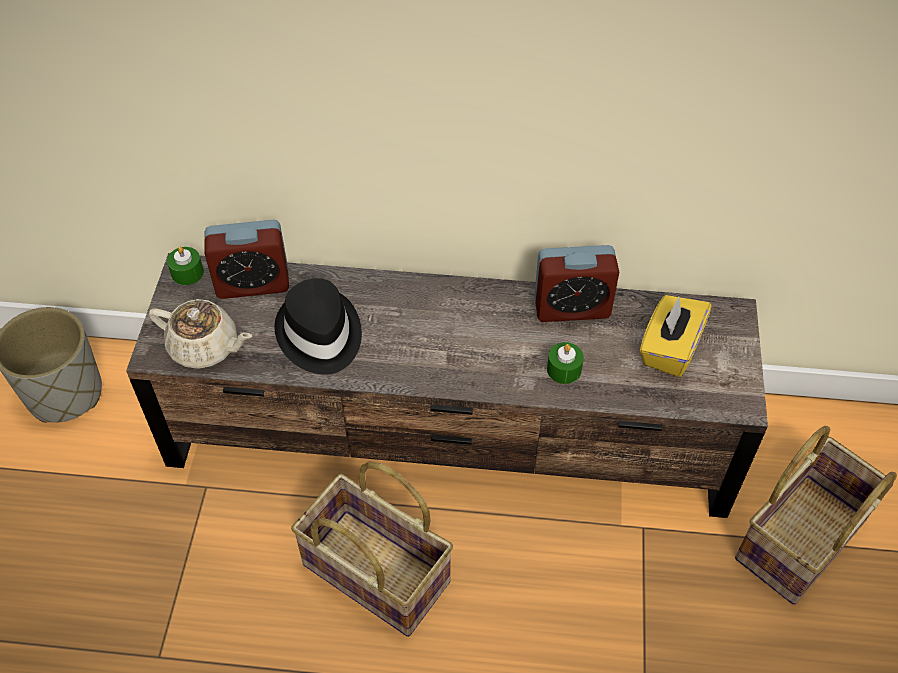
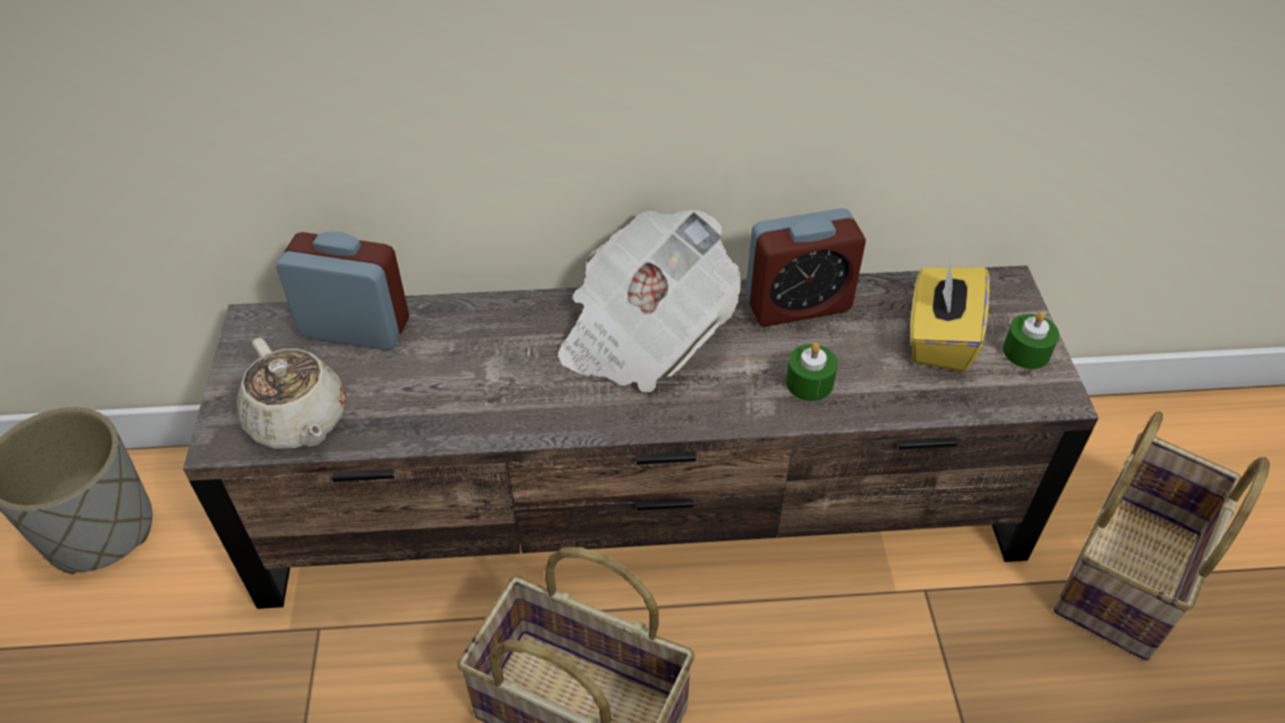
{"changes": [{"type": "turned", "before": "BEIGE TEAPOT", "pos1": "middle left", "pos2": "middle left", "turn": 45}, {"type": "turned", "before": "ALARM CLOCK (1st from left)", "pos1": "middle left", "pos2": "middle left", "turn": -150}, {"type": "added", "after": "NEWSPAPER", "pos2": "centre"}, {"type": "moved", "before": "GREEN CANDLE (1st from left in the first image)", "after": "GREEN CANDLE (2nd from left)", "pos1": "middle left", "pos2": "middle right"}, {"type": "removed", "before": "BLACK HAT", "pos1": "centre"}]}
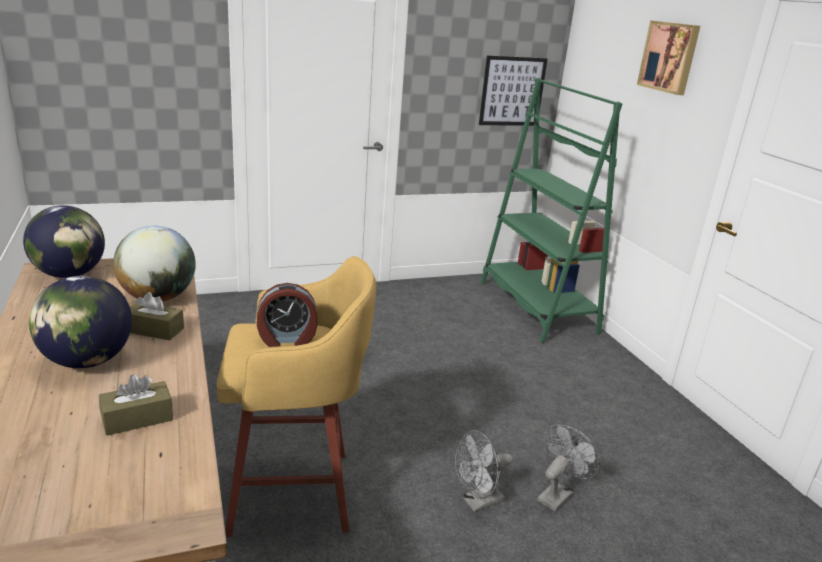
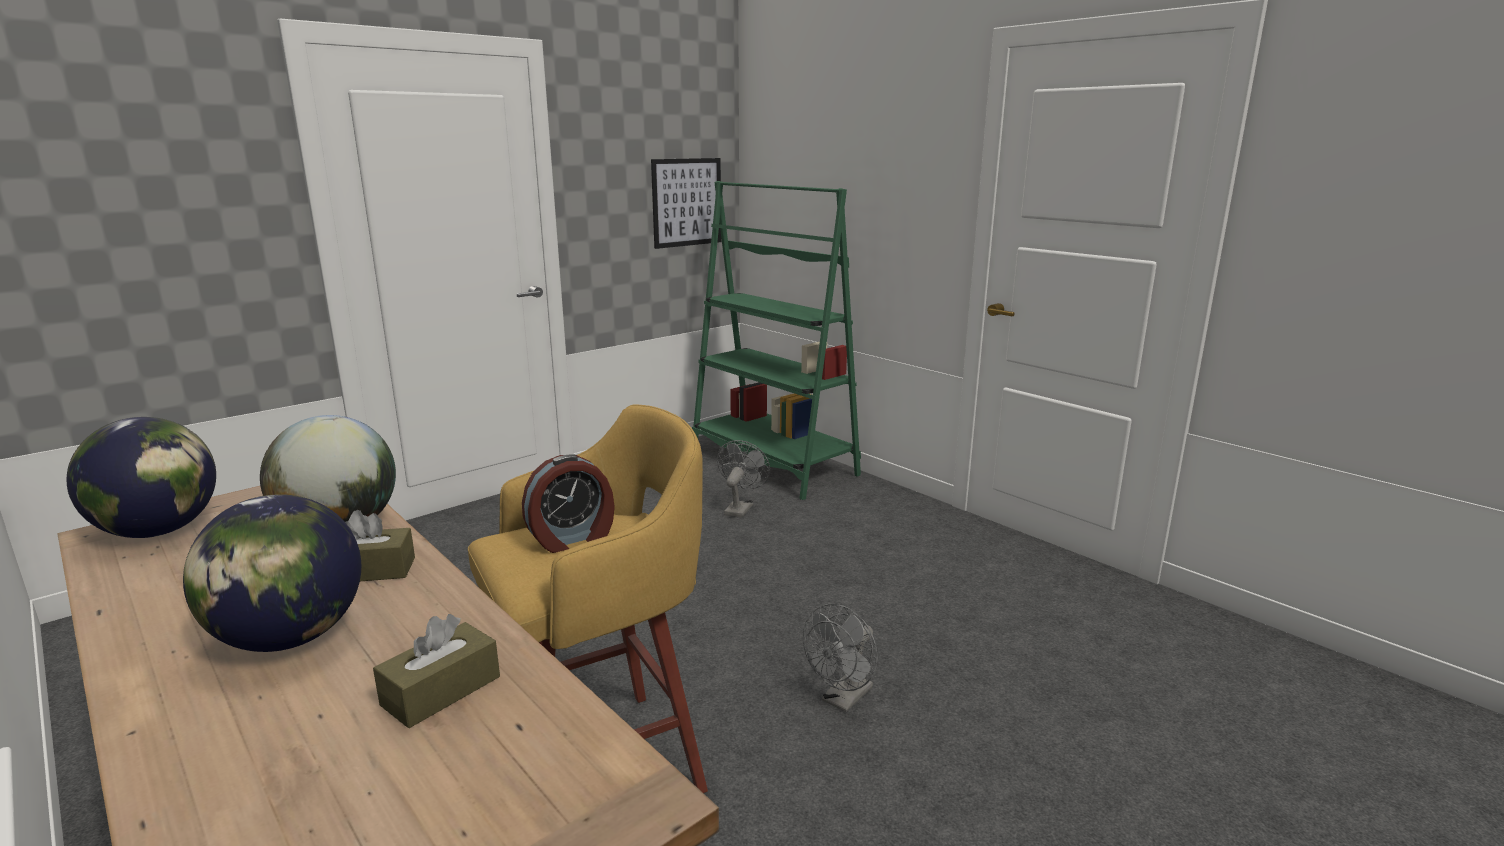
{"changes": [{"type": "moved", "before": "GREY FAN (2nd from left in the first image)", "after": "GREY FAN (1st from left)", "pos1": "bottom right", "pos2": "centre"}, {"type": "removed", "before": "PICTURE (2nd from left)", "pos1": "top right"}]}
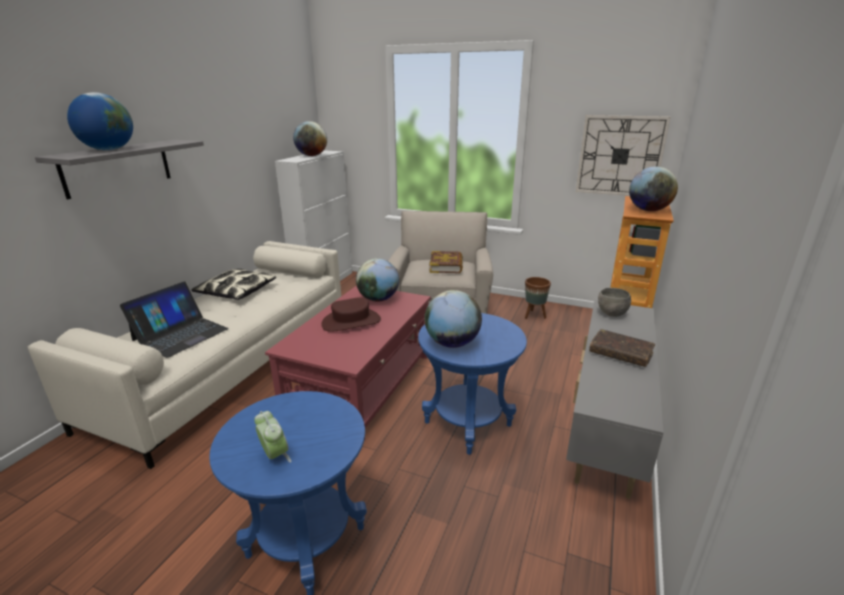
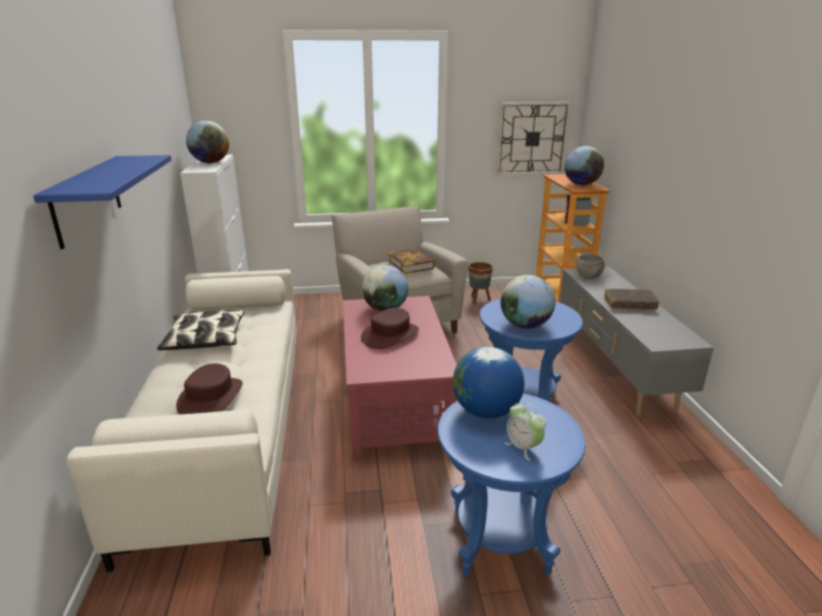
{"changes": [{"type": "recoloured", "before": "GREY SHELF", "after": "BLUE SHELF", "pos1": "top left", "pos2": "top left"}, {"type": "replaced", "before": "LAPTOP", "after": "BROWN HAT (1st from left)", "pos1": "middle left", "pos2": "middle left"}, {"type": "moved", "before": "GLOBE (1st from left in the first image)", "after": "GLOBE (3rd from left)", "pos1": "top left", "pos2": "centre"}, {"type": "turned", "before": "ALARM CLOCK", "pos1": "bottom left", "pos2": "bottom centre", "turn": -150}]}
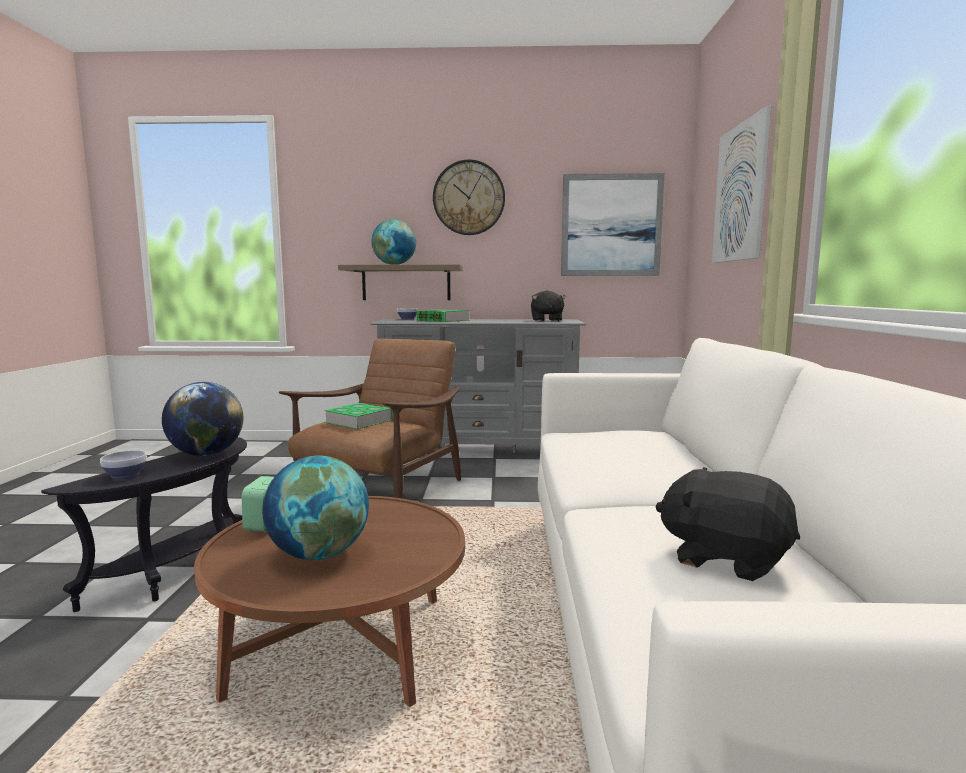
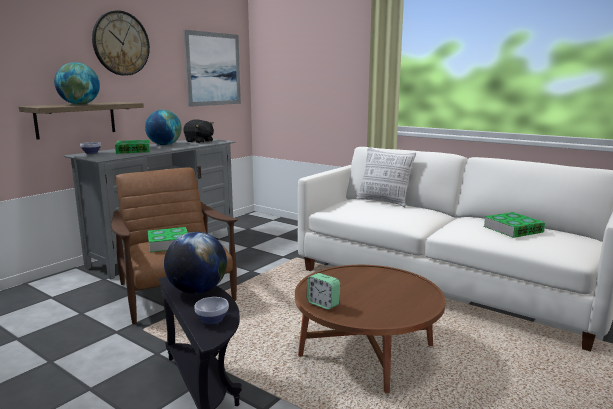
{"changes": [{"type": "moved", "before": "GLOBE (2nd from left)", "pos1": "middle left", "pos2": "top left"}, {"type": "added", "after": "PILLOW", "pos2": "centre"}, {"type": "replaced", "before": "BLACK PLUSH TOY (2nd from left)", "after": "BOOK (3rd from left)", "pos1": "bottom right", "pos2": "middle right"}, {"type": "removed", "before": "PICTURE (2nd from left)", "pos1": "top right"}]}
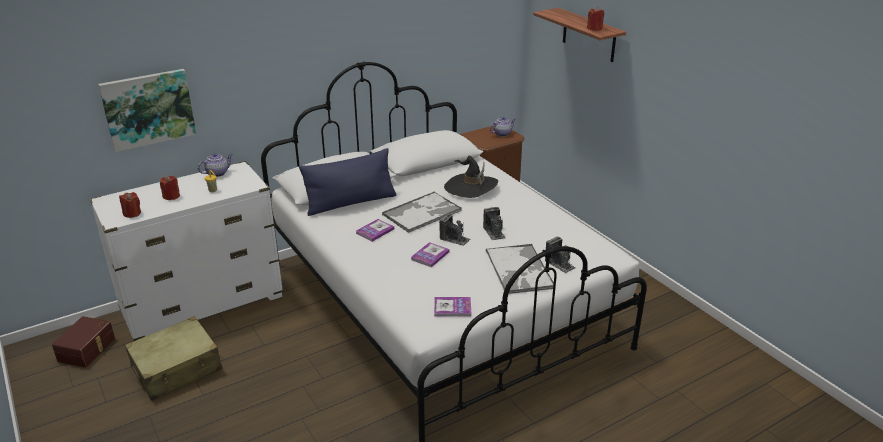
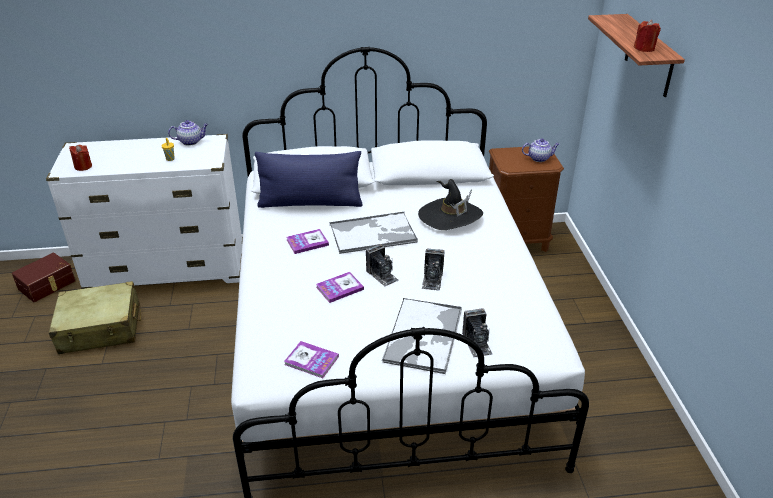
{"changes": [{"type": "removed", "before": "PICTURE", "pos1": "top left"}, {"type": "removed", "before": "RED CANDLE (2nd from left)", "pos1": "middle left"}]}
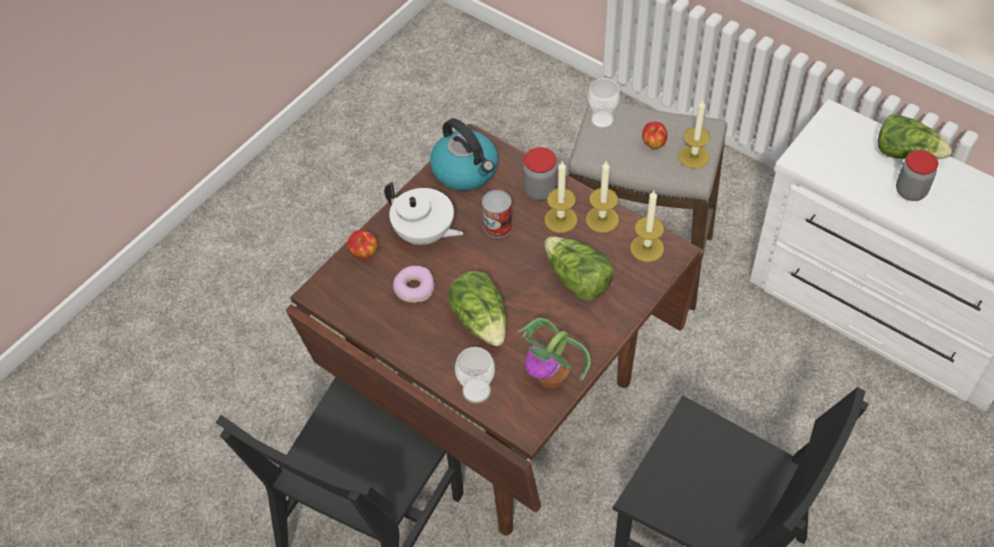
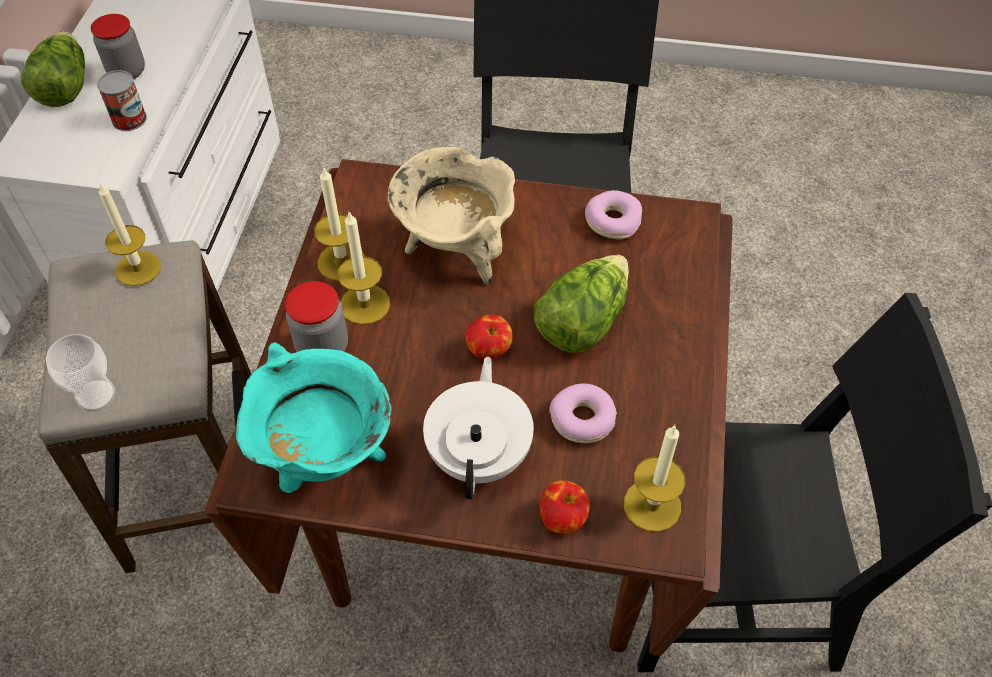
{"changes": [{"type": "moved", "before": "CAN", "pos1": "centre", "pos2": "top left"}, {"type": "replaced", "before": "KETTLE", "after": "TURQUOISE COOKING POT", "pos1": "top centre", "pos2": "middle left"}, {"type": "replaced", "before": "LETTUCE (2nd from left)", "after": "BEIGE COOKING POT", "pos1": "centre", "pos2": "top centre"}, {"type": "moved", "before": "APPLE (2nd from left in the first image)", "after": "APPLE (1st from left)", "pos1": "top centre", "pos2": "centre"}, {"type": "replaced", "before": "POTTED PLANT", "after": "DONUT (2nd from left)", "pos1": "centre", "pos2": "top centre"}, {"type": "moved", "before": "CANDLE (3rd from left in the first image)", "after": "CANDLE (4th from left)", "pos1": "centre", "pos2": "bottom centre"}, {"type": "removed", "before": "CUP (1st from left)", "pos1": "bottom centre"}]}
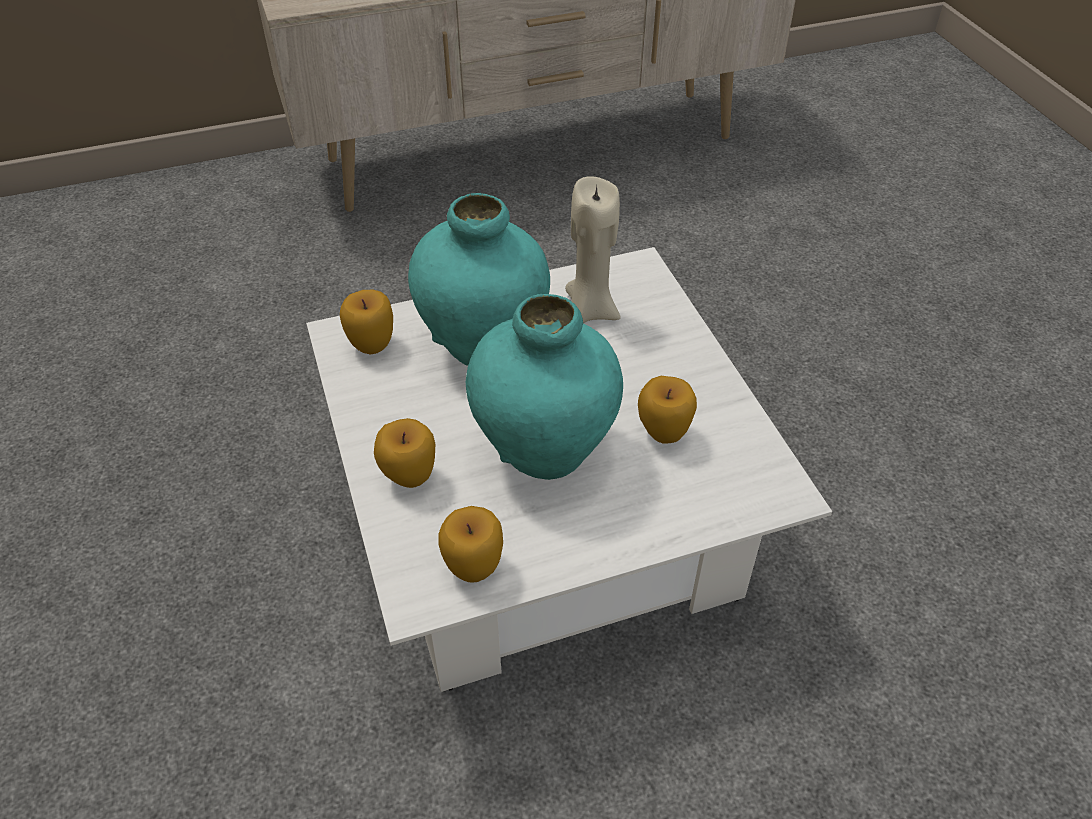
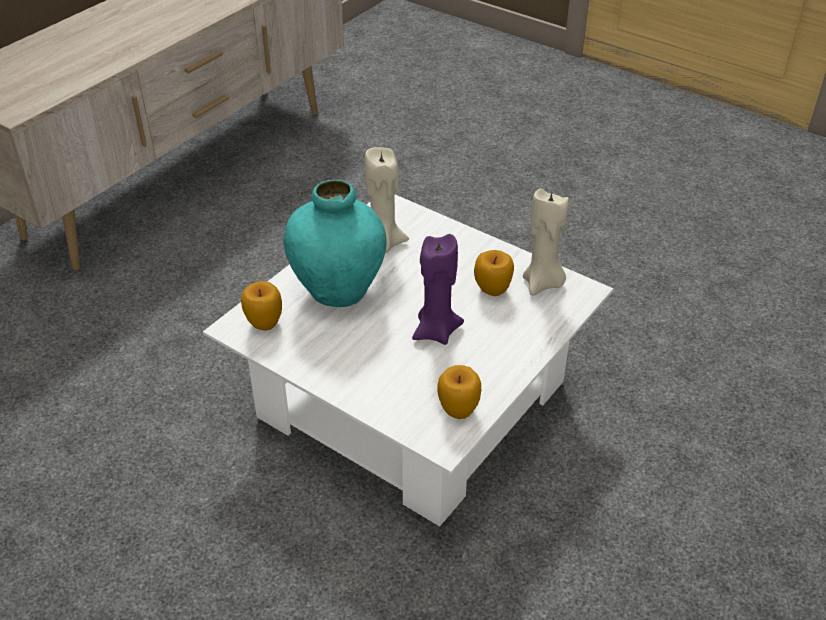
{"changes": [{"type": "replaced", "before": "TURQUOISE VASE (2nd from left)", "after": "PURPLE CANDLE", "pos1": "centre", "pos2": "centre"}, {"type": "added", "after": "BEIGE CANDLE (2nd from left)", "pos2": "centre"}, {"type": "removed", "before": "APPLE (2nd from left)", "pos1": "centre"}]}
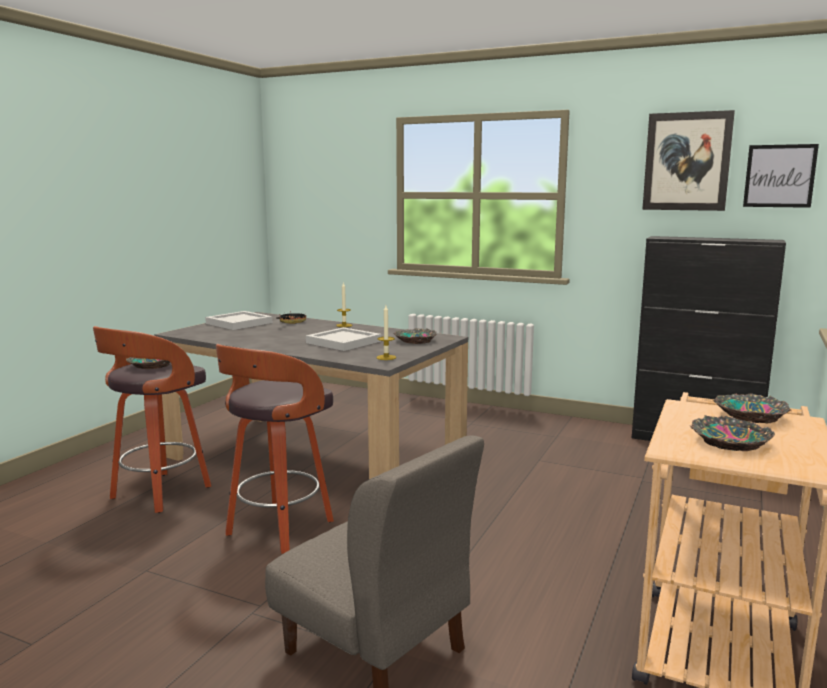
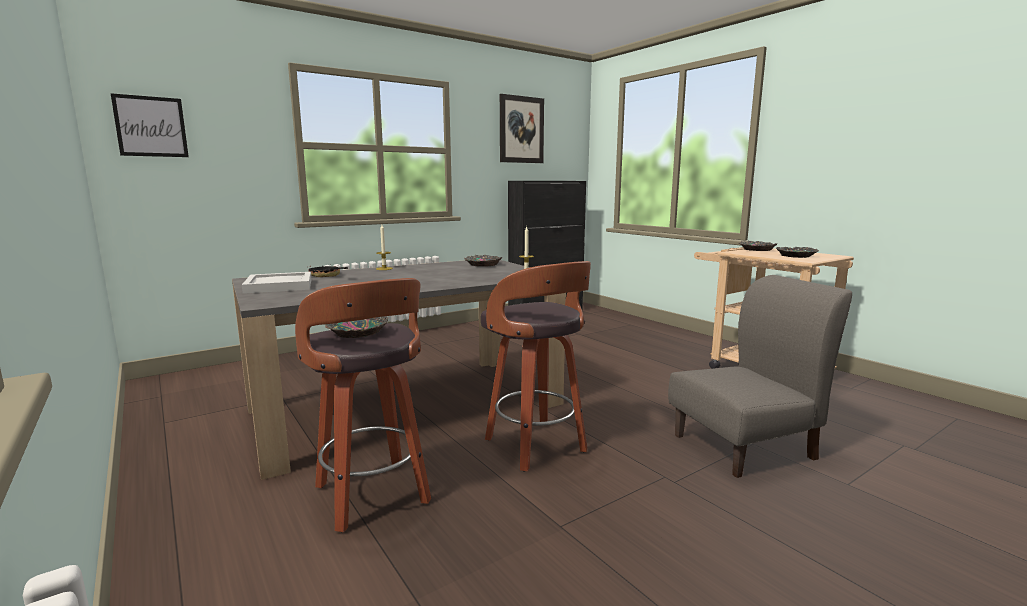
{"changes": [{"type": "moved", "before": "PICTURE (2nd from left in the first image)", "after": "PICTURE (1st from left)", "pos1": "top right", "pos2": "top left"}, {"type": "removed", "before": "WHITE TRAY (2nd from left)", "pos1": "centre"}]}
